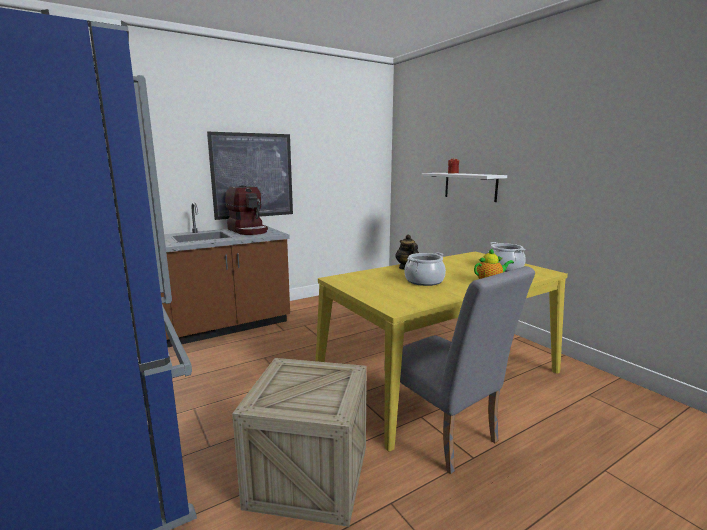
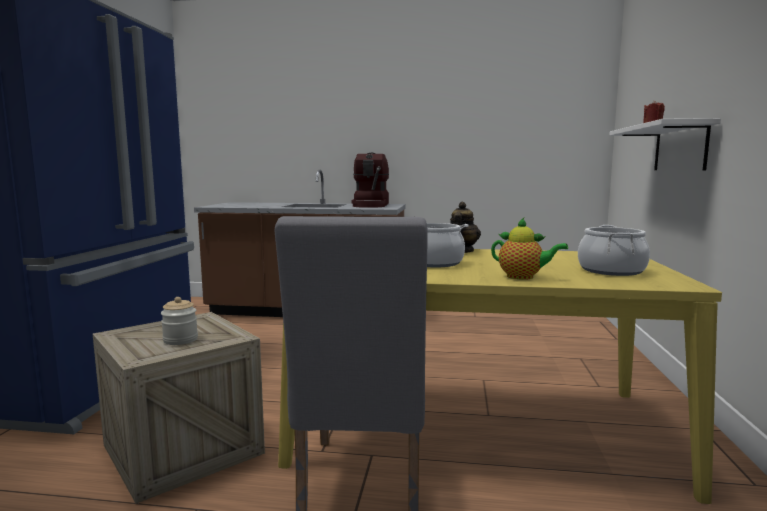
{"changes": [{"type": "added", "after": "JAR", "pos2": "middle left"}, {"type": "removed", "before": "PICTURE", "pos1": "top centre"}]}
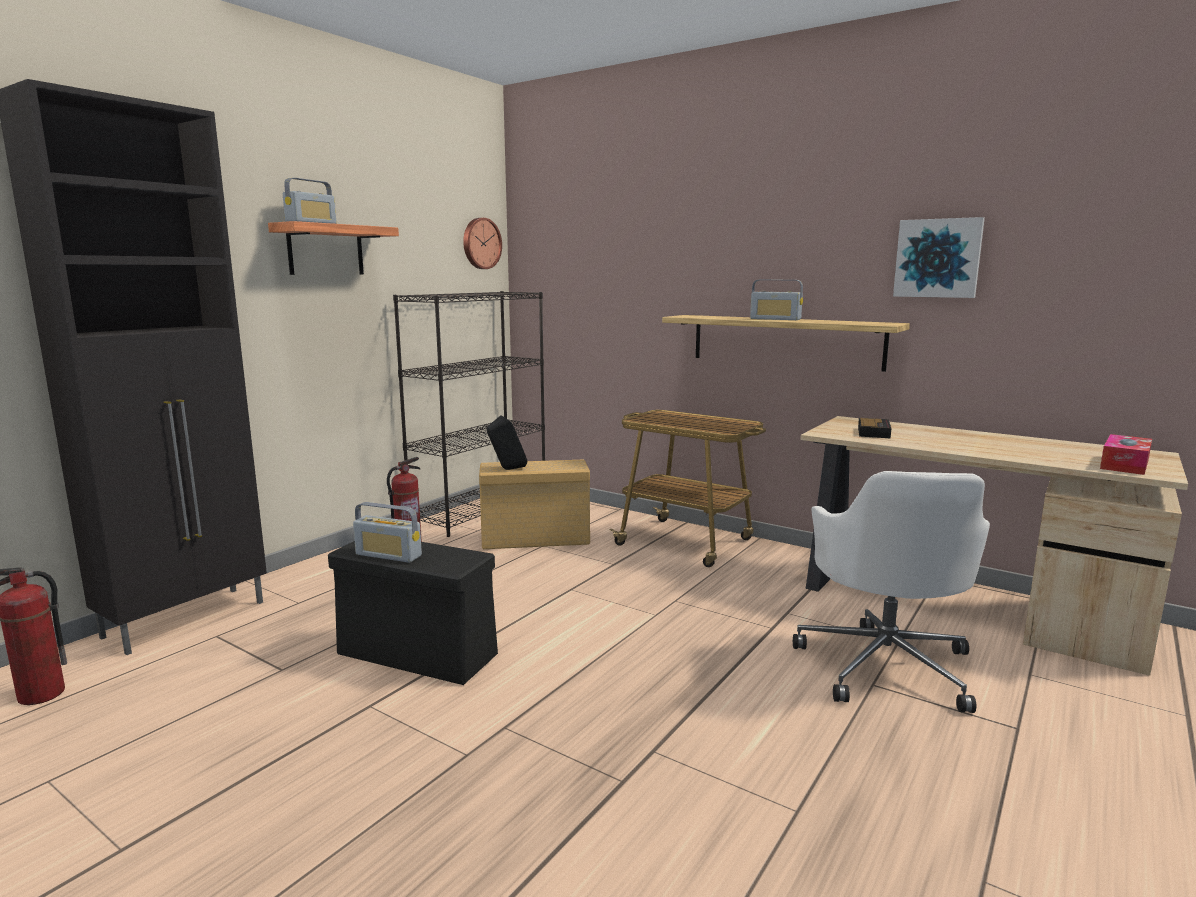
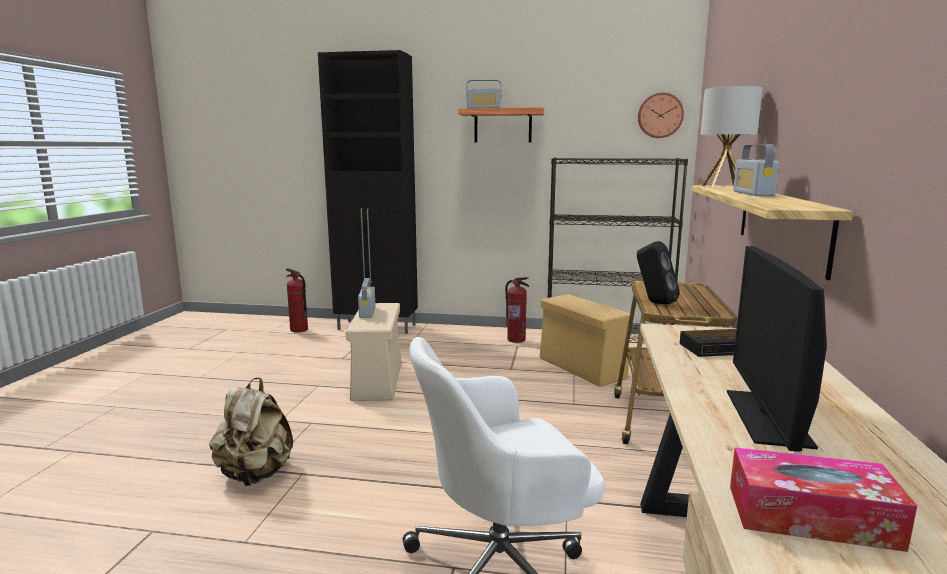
{"changes": [{"type": "added", "after": "BEIGE BACKPACK", "pos2": "bottom left"}, {"type": "recoloured", "before": "BLACK STORAGE BOX", "after": "BEIGE STORAGE BOX (1st from left)", "pos1": "bottom centre", "pos2": "centre"}, {"type": "moved", "before": "BLACK SPEAKER", "pos1": "centre", "pos2": "middle right"}, {"type": "added", "after": "TABLE LAMP", "pos2": "top right"}, {"type": "added", "after": "MONITOR", "pos2": "middle right"}, {"type": "removed", "before": "PICTURE", "pos1": "top right"}]}
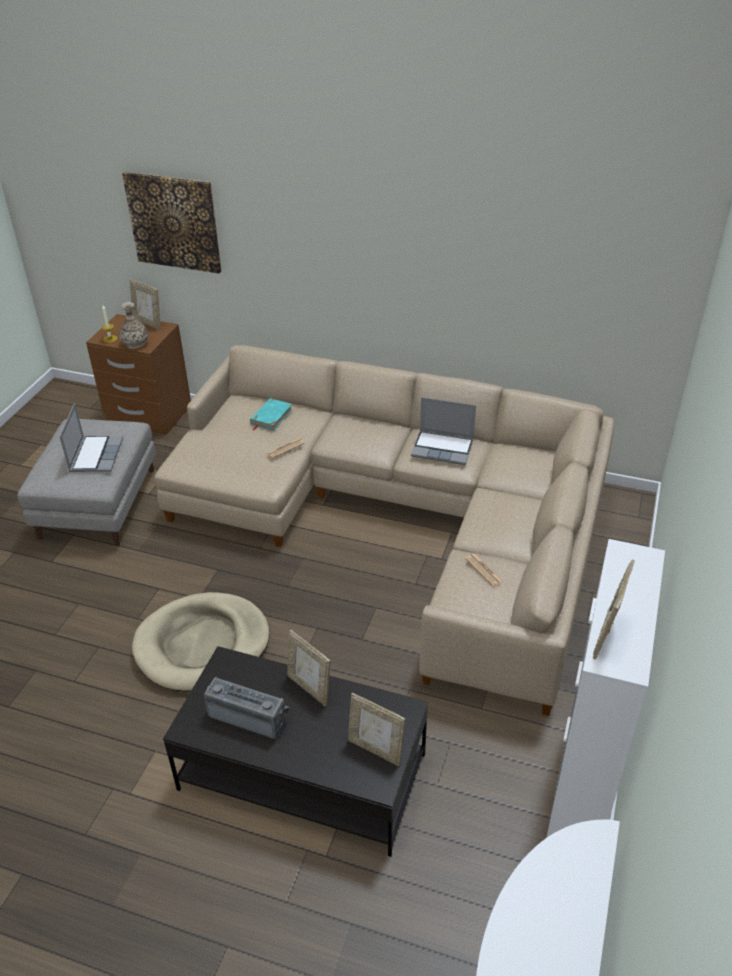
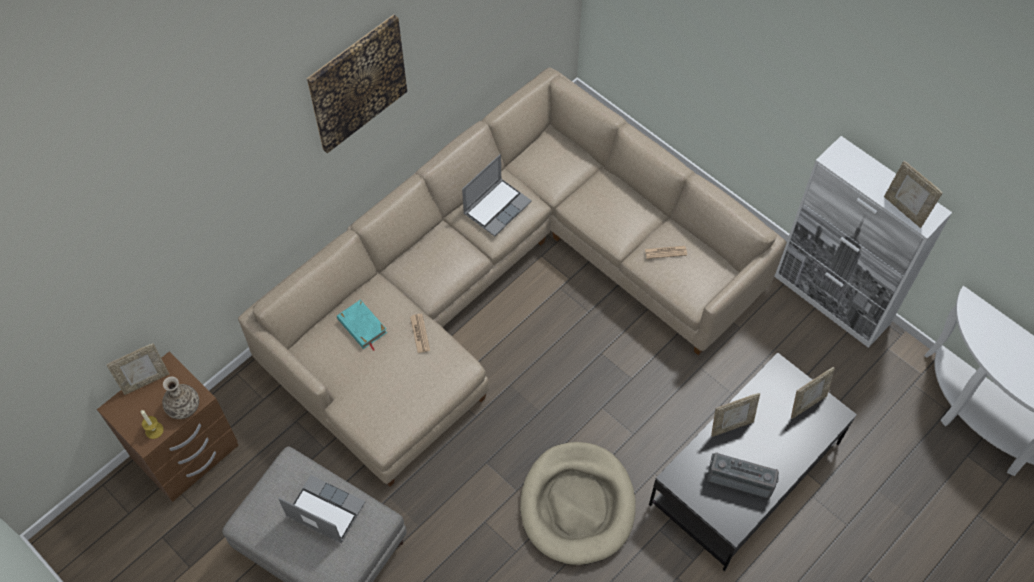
{"changes": [{"type": "moved", "before": "PICTURE", "pos1": "top left", "pos2": "top centre"}, {"type": "turned", "before": "RADIO", "pos1": "bottom centre", "pos2": "bottom right", "turn": 60}]}
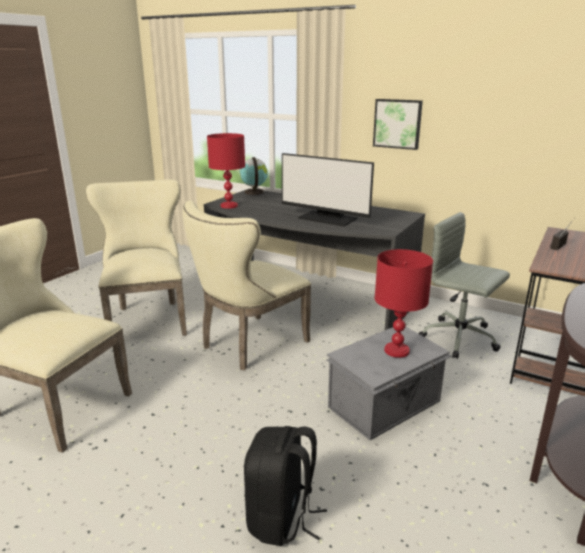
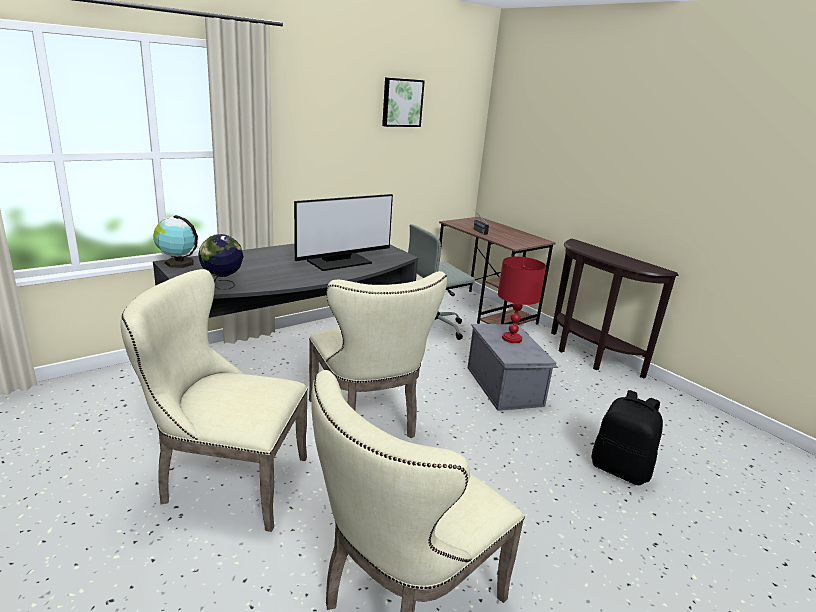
{"changes": [{"type": "replaced", "before": "RED TABLE LAMP (1st from left)", "after": "GLOBE (2nd from left)", "pos1": "top centre", "pos2": "middle left"}, {"type": "moved", "before": "PICTURE", "pos1": "top right", "pos2": "top centre"}]}
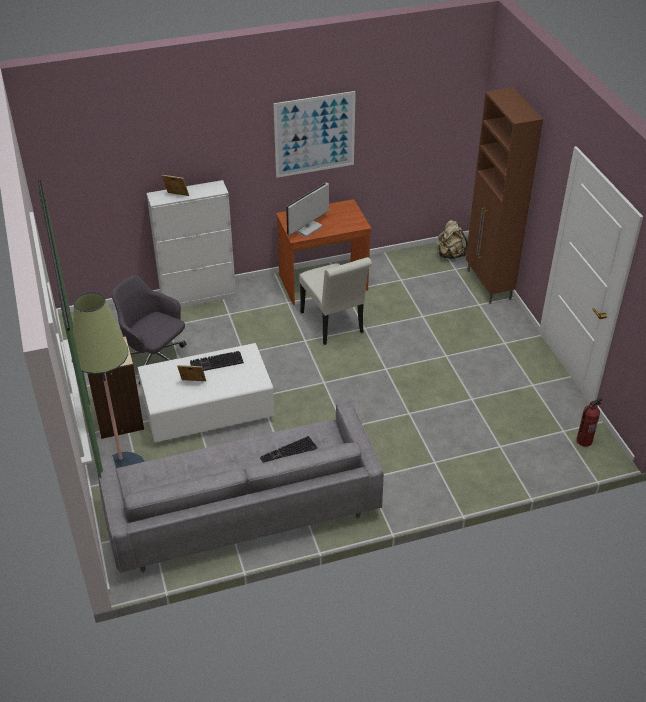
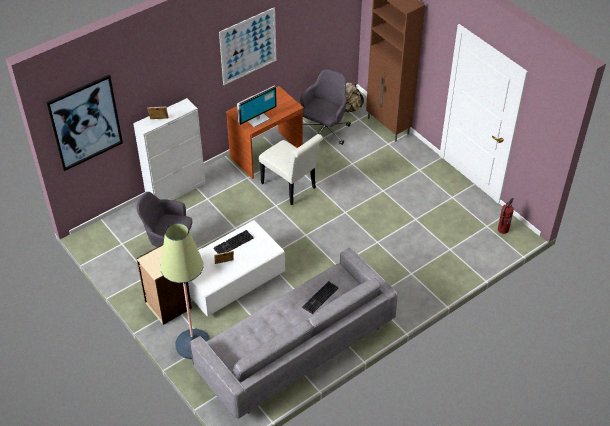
{"changes": [{"type": "added", "after": "PICTURE (1st from left)", "pos2": "top left"}, {"type": "turned", "before": "MONITOR", "pos1": "top centre", "pos2": "top centre", "turn": -150}, {"type": "added", "after": "GREY OFFICE CHAIR (2nd from left)", "pos2": "top centre"}]}
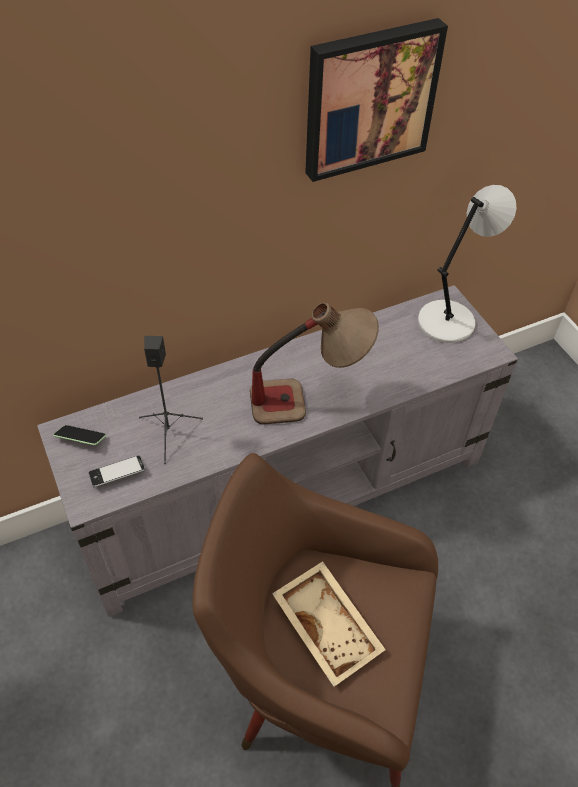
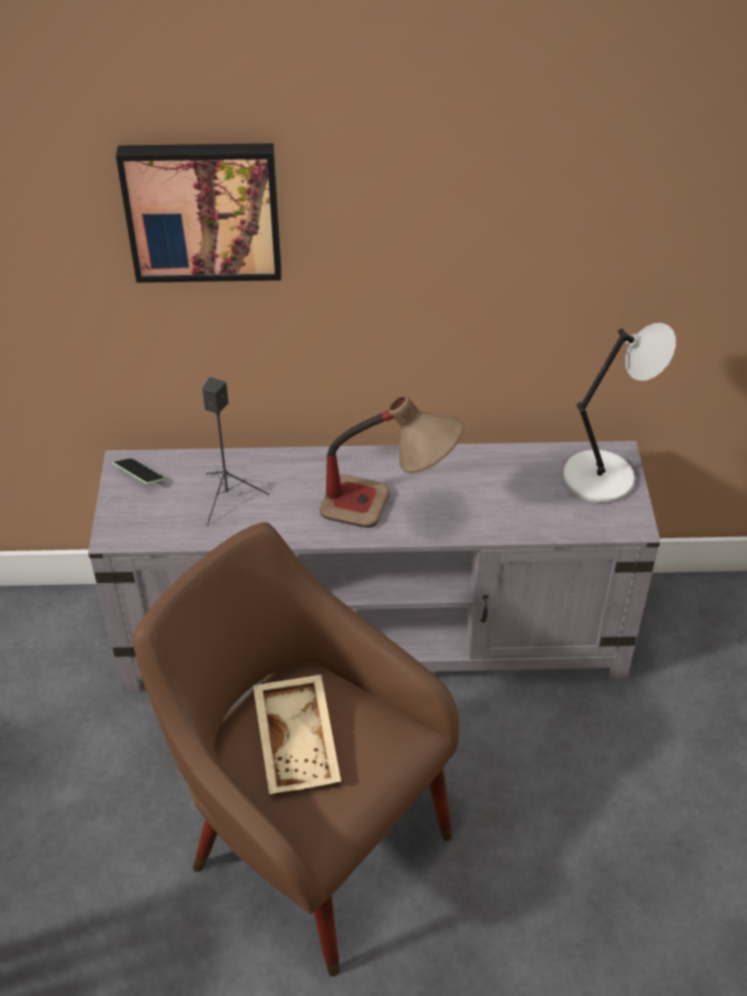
{"changes": [{"type": "moved", "before": "PICTURE", "pos1": "top centre", "pos2": "top left"}, {"type": "removed", "before": "PHONE (2nd from left)", "pos1": "middle left"}]}
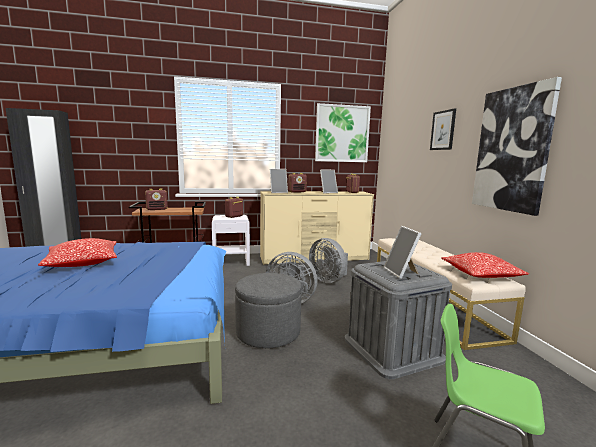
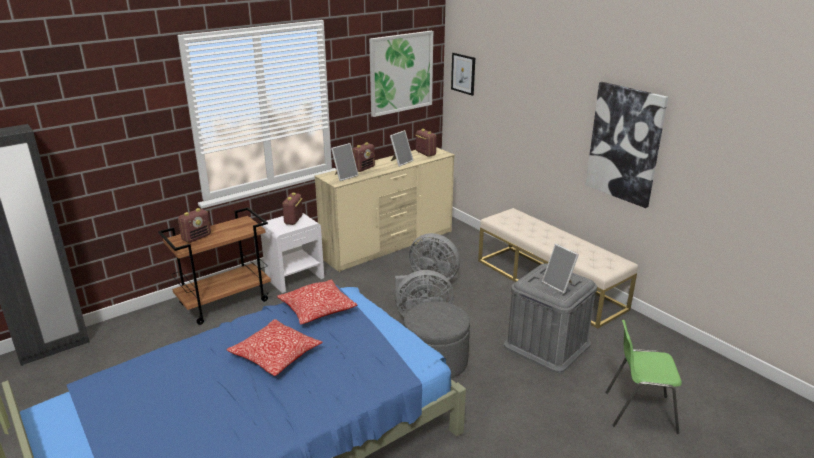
{"changes": [{"type": "moved", "before": "PILLOW (2nd from left)", "pos1": "middle right", "pos2": "centre"}, {"type": "moved", "before": "PICTURE (2nd from left)", "pos1": "top right", "pos2": "top centre"}]}
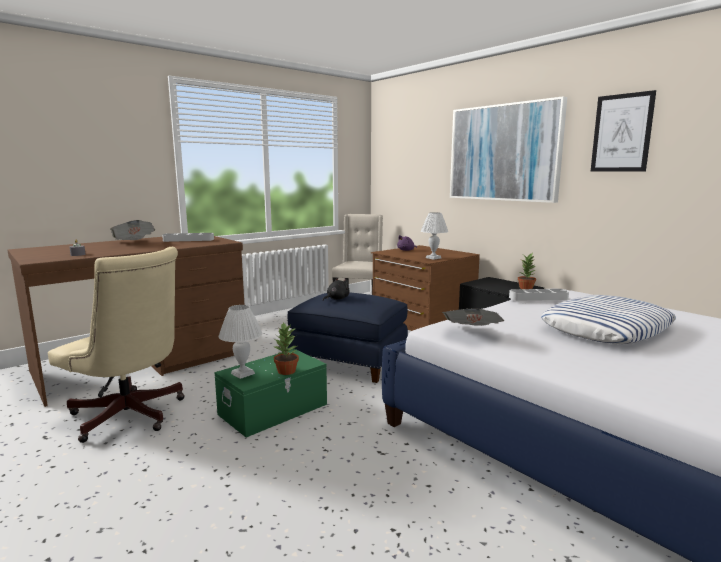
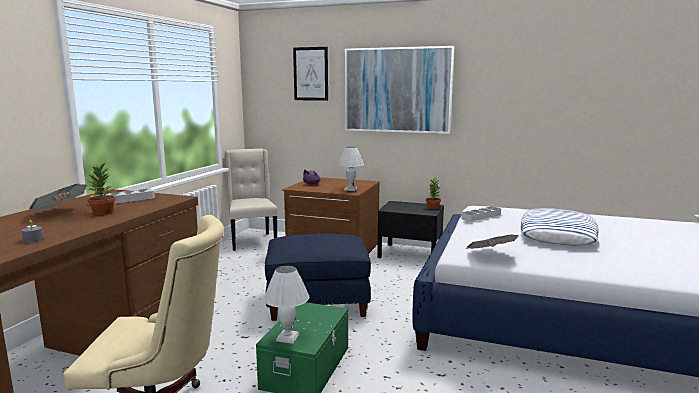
{"changes": [{"type": "moved", "before": "POTTED PLANT (1st from left)", "pos1": "centre", "pos2": "middle left"}, {"type": "moved", "before": "PICTURE (2nd from left in the first image)", "after": "PICTURE (1st from left)", "pos1": "top right", "pos2": "top centre"}, {"type": "removed", "before": "BLACK PLUSH TOY", "pos1": "centre"}]}
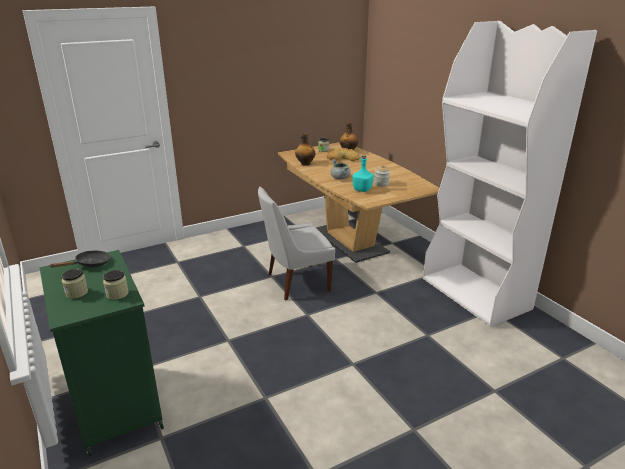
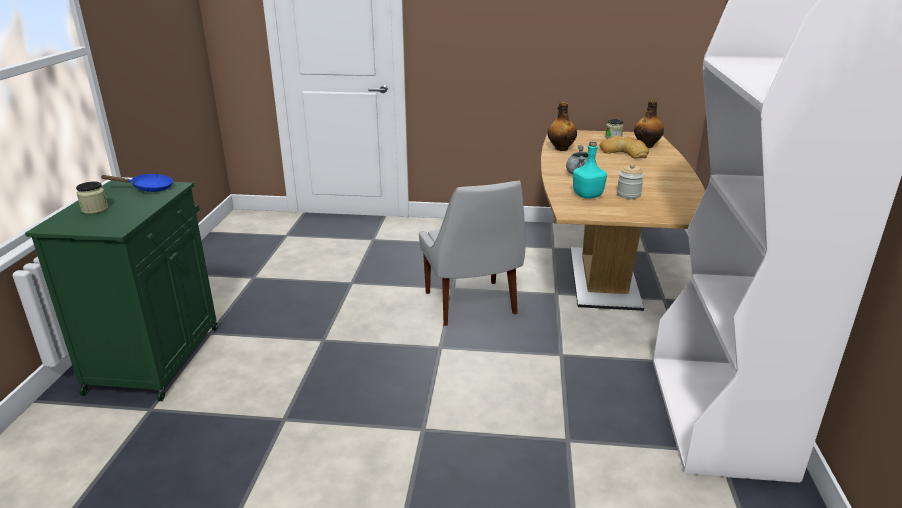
{"changes": [{"type": "recoloured", "before": "BLACK FRYING PAN", "after": "BLUE FRYING PAN", "pos1": "middle left", "pos2": "middle left"}, {"type": "turned", "before": "WHITE CHAIR", "pos1": "centre", "pos2": "centre", "turn": -120}, {"type": "removed", "before": "JAR (2nd from left)", "pos1": "middle left"}]}
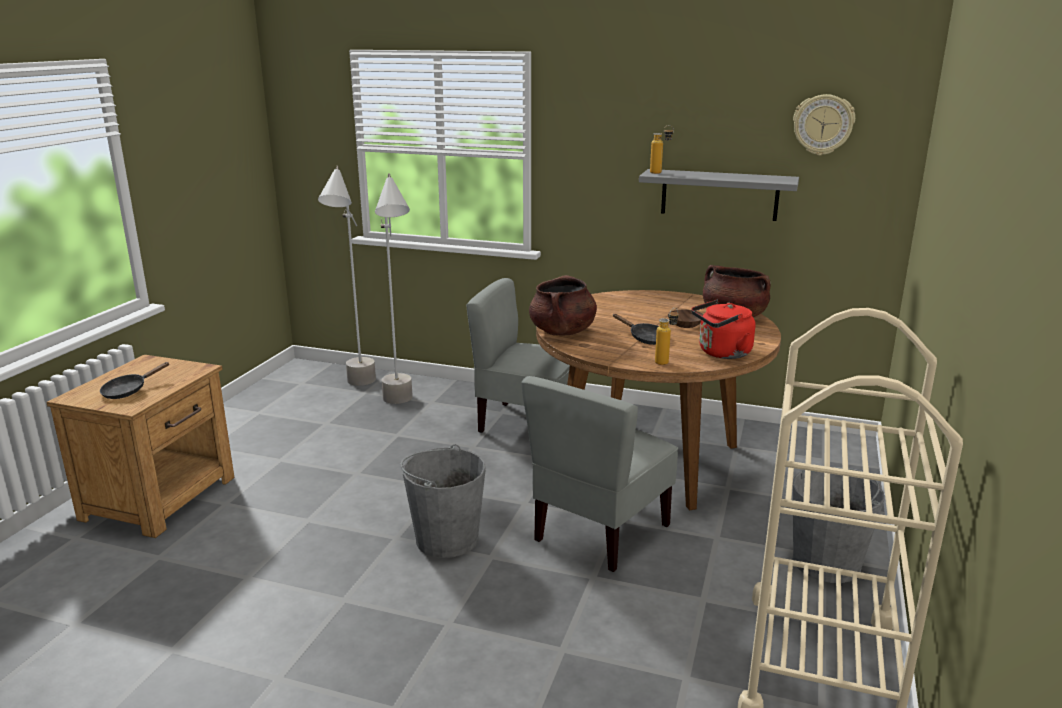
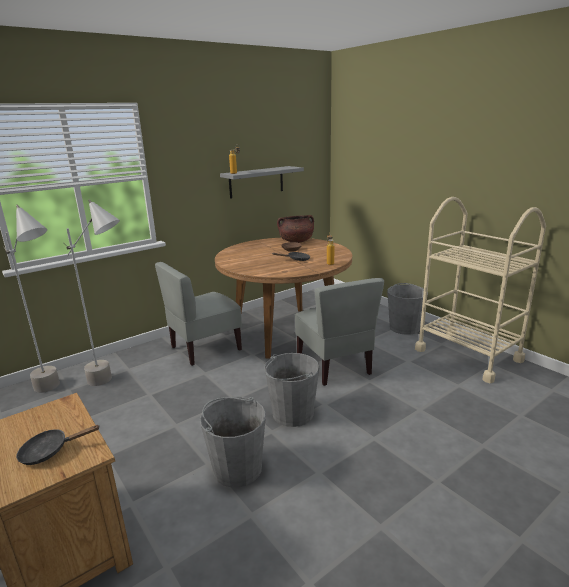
{"changes": [{"type": "turned", "before": "BLACK FRYING PAN (1st from left)", "pos1": "middle left", "pos2": "bottom left", "turn": 90}, {"type": "added", "after": "GREY BUCKET (1st from left)", "pos2": "bottom centre"}, {"type": "removed", "before": "BROWN COOKING POT (1st from left)", "pos1": "centre"}, {"type": "removed", "before": "RED KETTLE", "pos1": "middle right"}, {"type": "removed", "before": "WALL CLOCK", "pos1": "top right"}]}
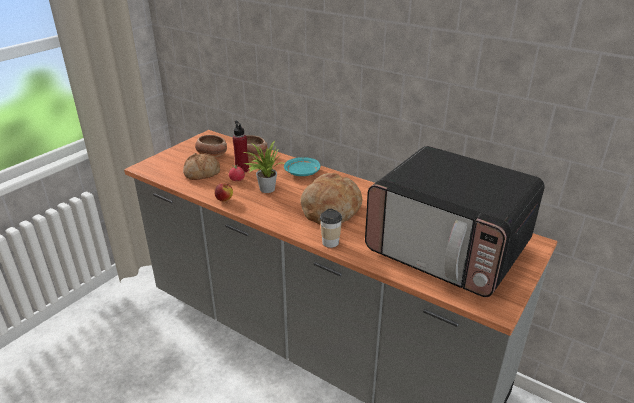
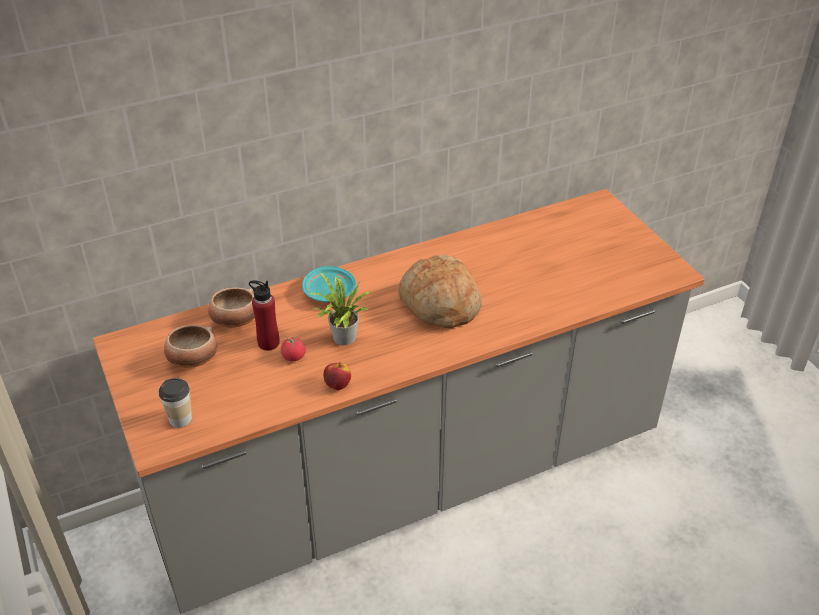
{"changes": [{"type": "moved", "before": "CUP", "pos1": "centre", "pos2": "middle left"}, {"type": "removed", "before": "BREAD (1st from left)", "pos1": "middle left"}, {"type": "removed", "before": "MICROWAVE", "pos1": "middle right"}]}
